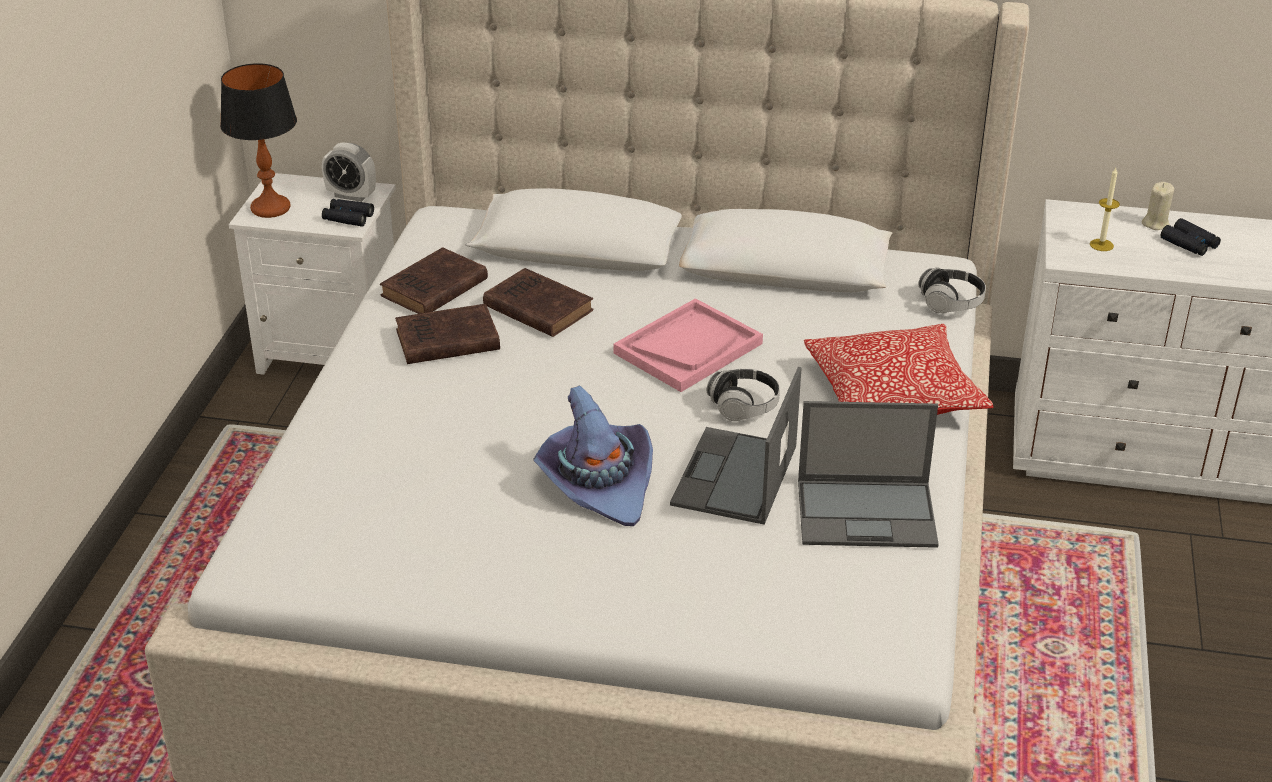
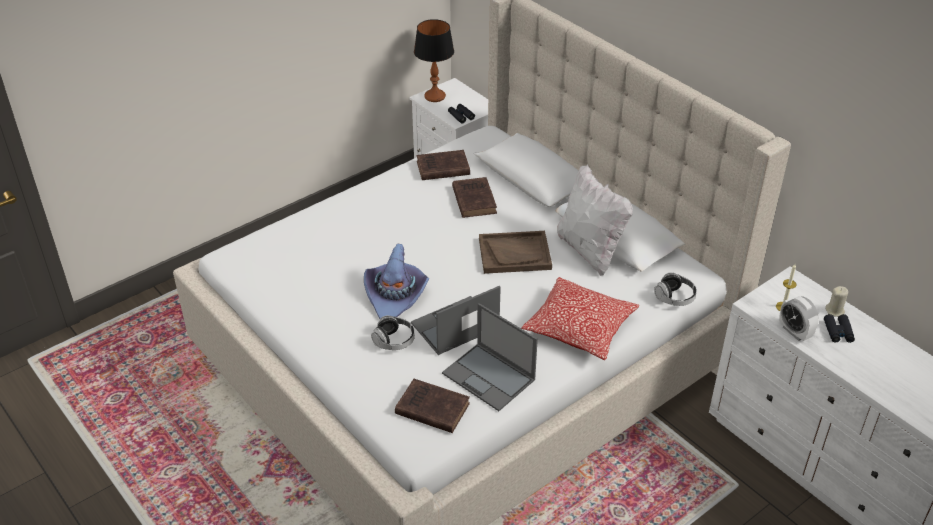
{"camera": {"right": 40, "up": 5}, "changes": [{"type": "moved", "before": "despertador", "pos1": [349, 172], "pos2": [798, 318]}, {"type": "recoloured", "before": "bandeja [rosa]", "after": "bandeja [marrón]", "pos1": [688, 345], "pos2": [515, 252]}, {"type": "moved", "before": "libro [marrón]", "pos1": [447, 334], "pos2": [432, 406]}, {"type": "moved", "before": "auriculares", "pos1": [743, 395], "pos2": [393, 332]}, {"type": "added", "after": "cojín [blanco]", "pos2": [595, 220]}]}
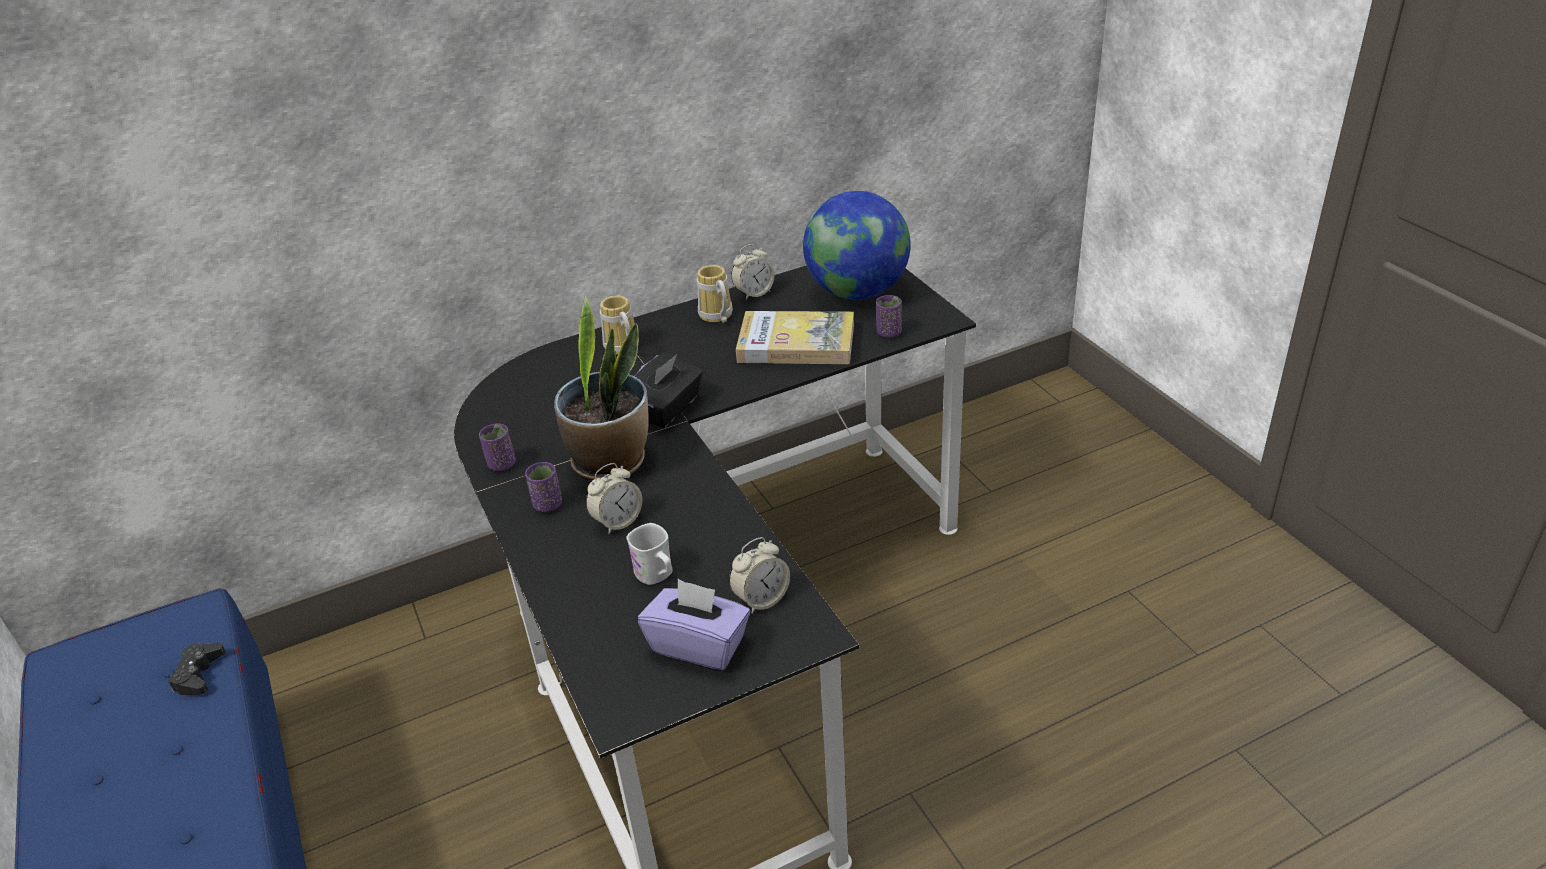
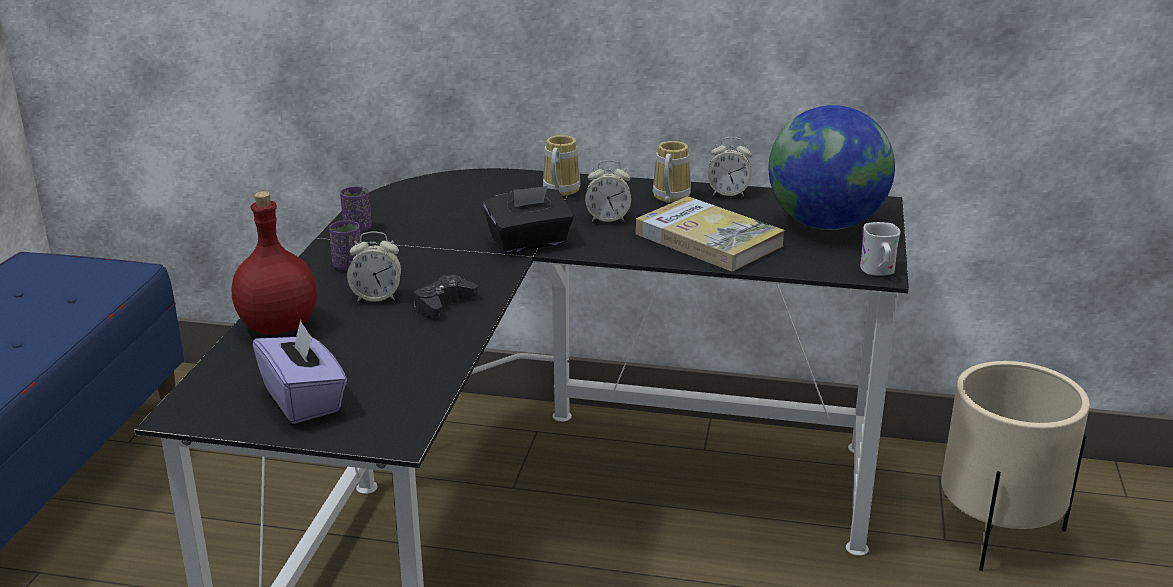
{"camera": {"right": 35, "up": -10}, "changes": [{"type": "removed", "before": "taza [morado]", "pos1": [889, 316]}, {"type": "removed", "before": "planta en maceta", "pos1": [601, 388]}, {"type": "moved", "before": "taza grande [blanco]", "pos1": [649, 554], "pos2": [880, 249]}, {"type": "moved", "before": "despertador", "pos1": [759, 575], "pos2": [608, 191]}, {"type": "moved", "before": "mando de consola [negro]", "pos1": [196, 669], "pos2": [446, 296]}, {"type": "added", "after": "botella [rojo]", "pos2": [274, 262]}, {"type": "added", "after": "maceta [beis]", "pos2": [1015, 466]}]}
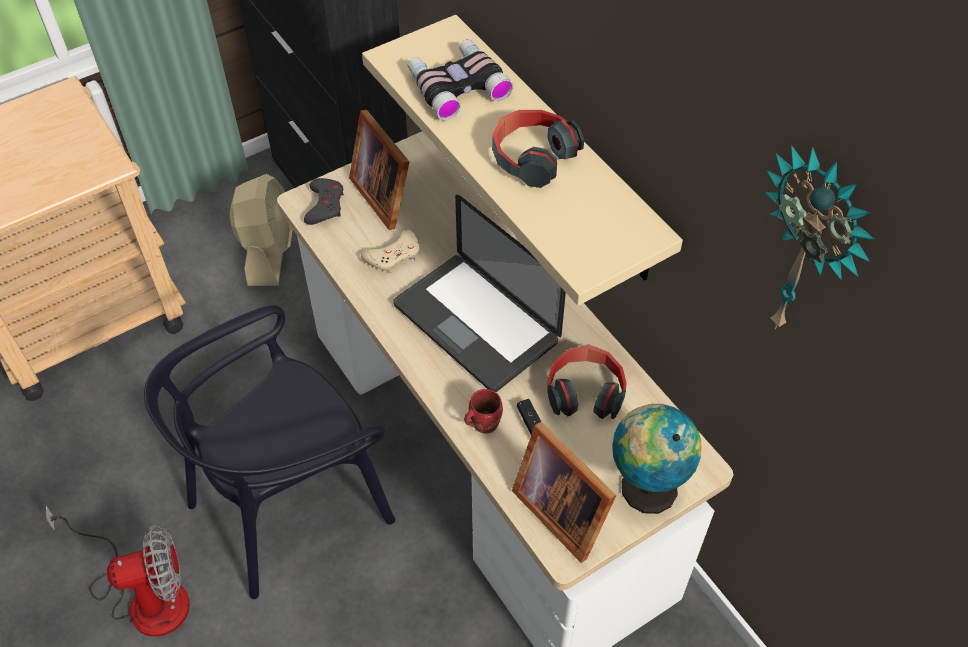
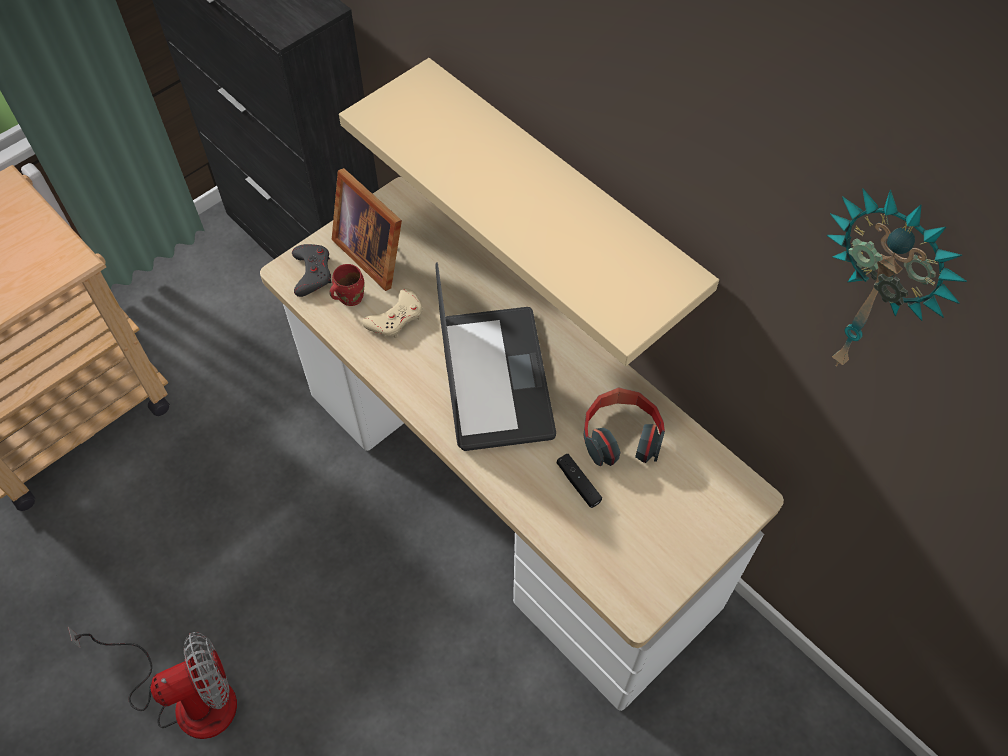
{"camera": {"right": -10, "up": 5}, "changes": [{"type": "removed", "before": "prismáticos", "pos1": [461, 80]}, {"type": "removed", "before": "auriculares", "pos1": [538, 149]}, {"type": "removed", "before": "ventilador [beis]", "pos1": [261, 230]}, {"type": "turned", "before": "portátil", "pos1": [479, 293], "pos2": [495, 356], "turn": -135}, {"type": "removed", "before": "silla [negro]", "pos1": [269, 452]}, {"type": "moved", "before": "taza grande [rojo]", "pos1": [483, 411], "pos2": [346, 285]}, {"type": "removed", "before": "globo terráqueo", "pos1": [657, 459]}, {"type": "removed", "before": "portarretratos", "pos1": [564, 492]}]}
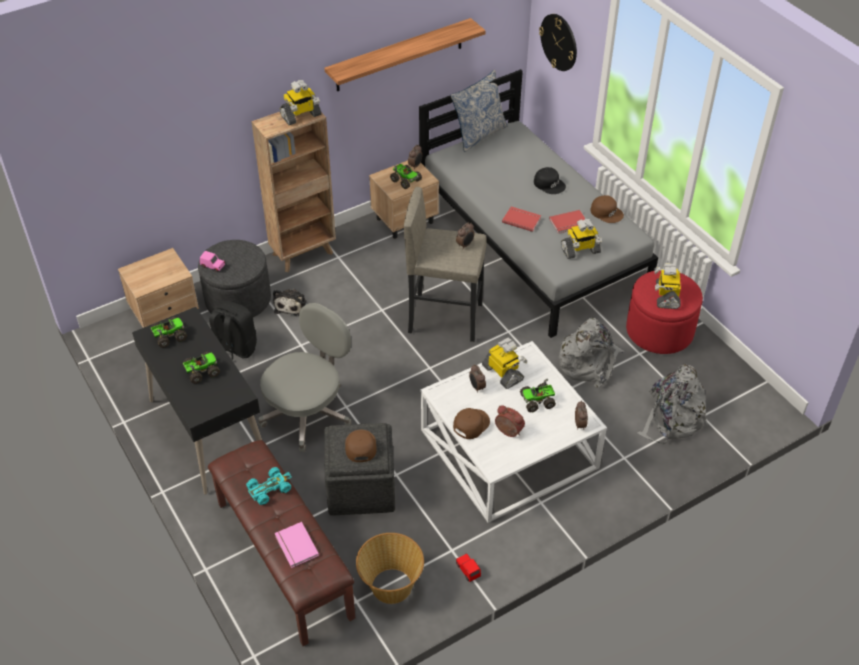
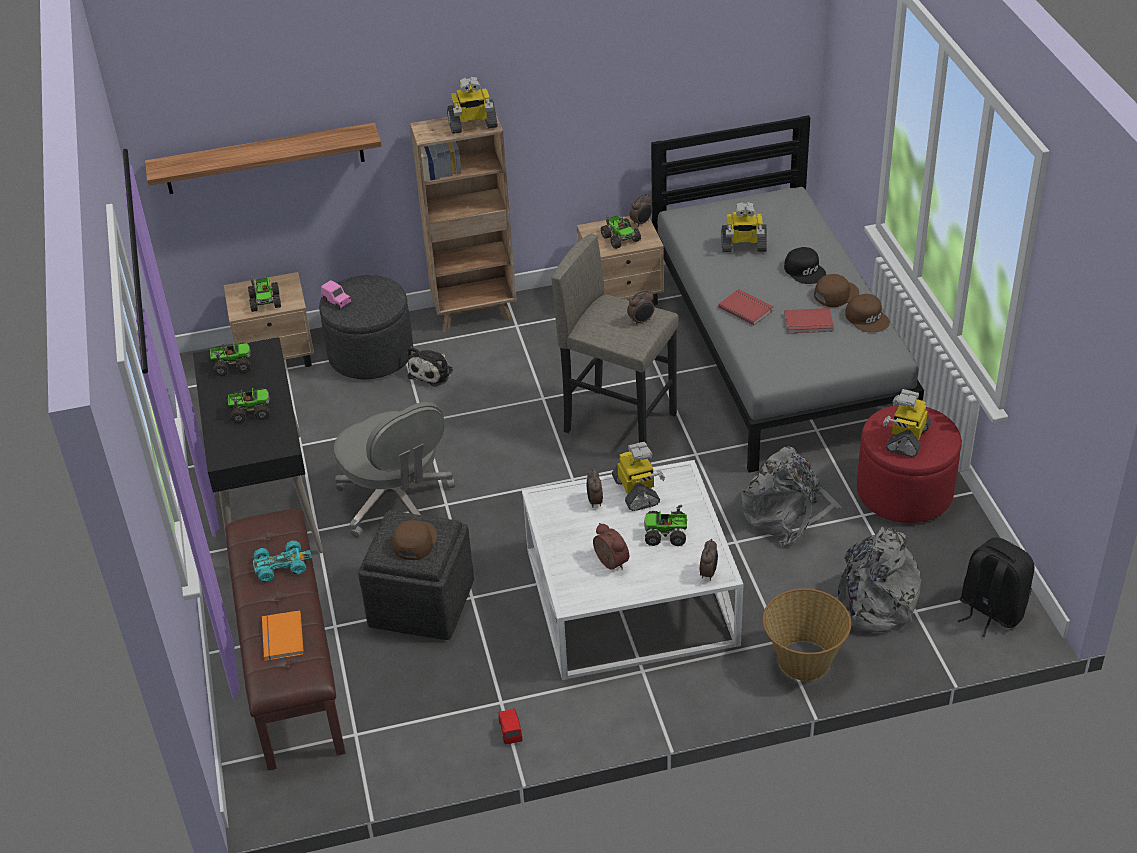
{"camera": {"right": 20, "up": -5}, "changes": [{"type": "removed", "before": "reloj de pared", "pos1": [558, 42]}, {"type": "moved", "before": "estante", "pos1": [405, 54], "pos2": [263, 158]}, {"type": "removed", "before": "cojín", "pos1": [479, 111]}, {"type": "moved", "before": "robot de juguete", "pos1": [581, 239], "pos2": [744, 227]}, {"type": "moved", "before": "mochila [negro]", "pos1": [233, 331], "pos2": [996, 587]}, {"type": "turned", "before": "silla de oficina [gris]", "pos1": [304, 377], "pos2": [394, 470], "turn": 90}, {"type": "moved", "before": "gorra [marrón]", "pos1": [471, 423], "pos2": [836, 290]}, {"type": "recoloured", "before": "libro [rosa]", "after": "libro [naranja]", "pos1": [297, 545], "pos2": [283, 635]}, {"type": "moved", "before": "cesta", "pos1": [390, 568], "pos2": [807, 634]}, {"type": "added", "after": "camión de juguete", "pos2": [264, 293]}]}
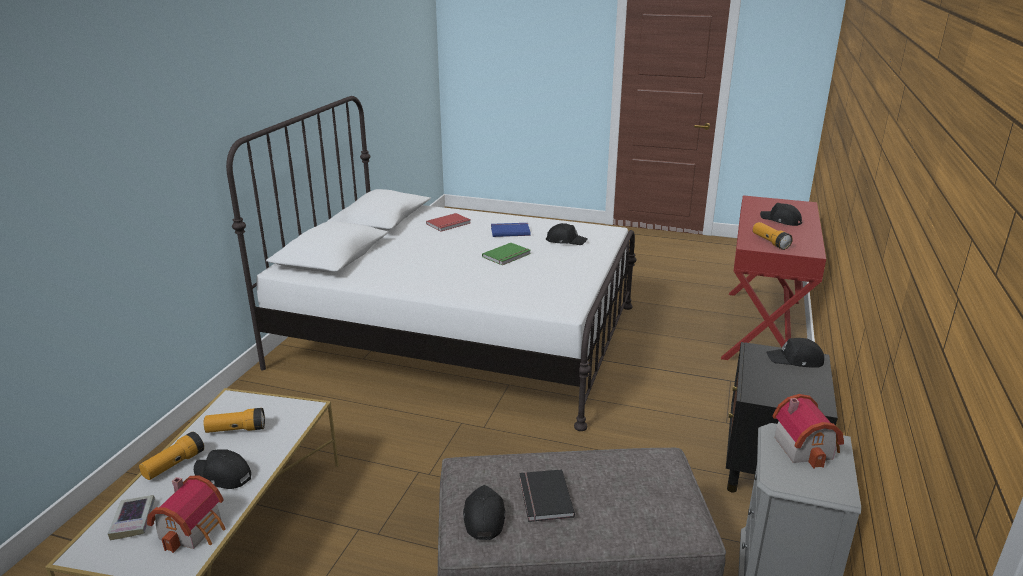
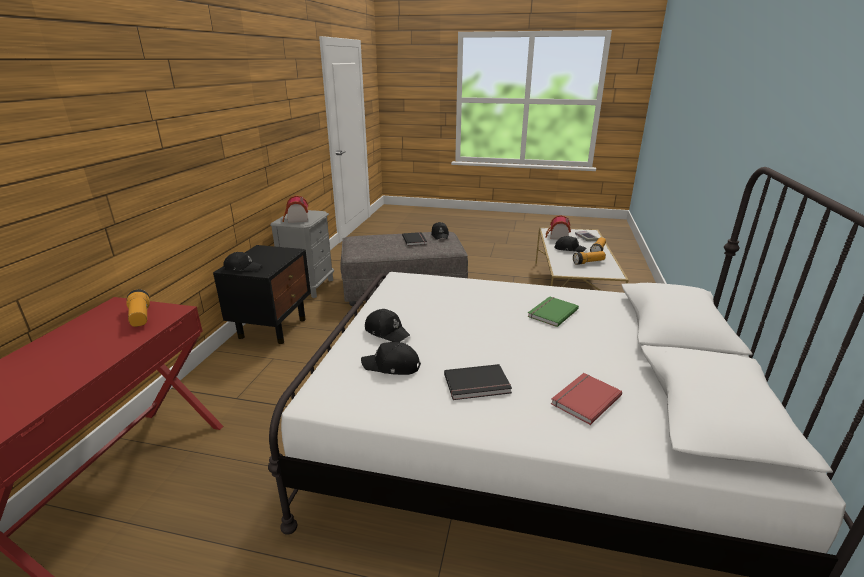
{"camera": {"right": 175, "up": 0}, "changes": [{"type": "moved", "before": "gorra [negro]", "pos1": [781, 214], "pos2": [387, 325]}, {"type": "recoloured", "before": "libro [azul]", "after": "libro [negro]", "pos1": [511, 230], "pos2": [478, 382]}, {"type": "moved", "before": "libro [verde]", "pos1": [506, 254], "pos2": [553, 311]}]}
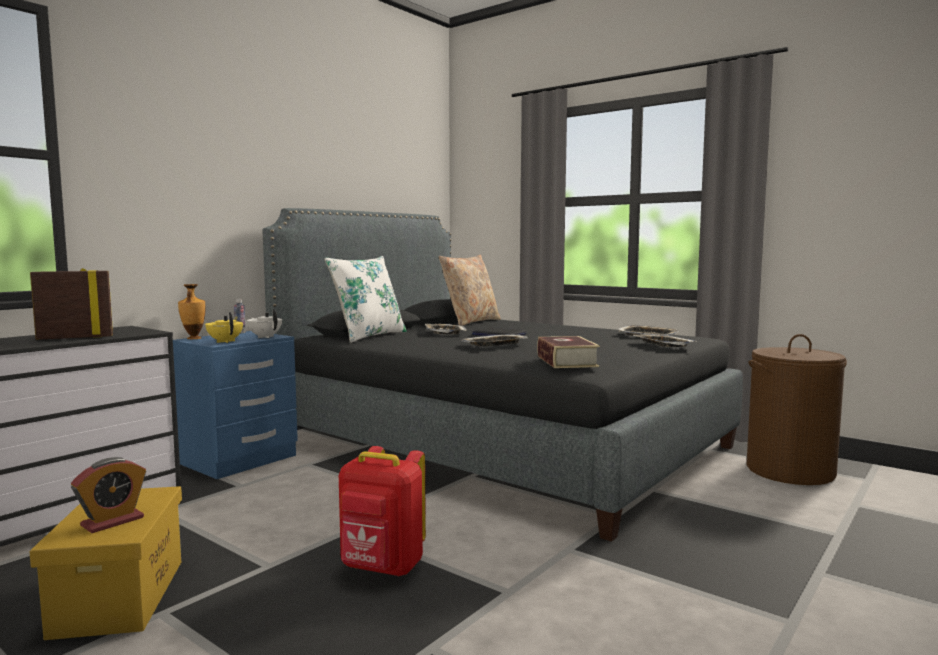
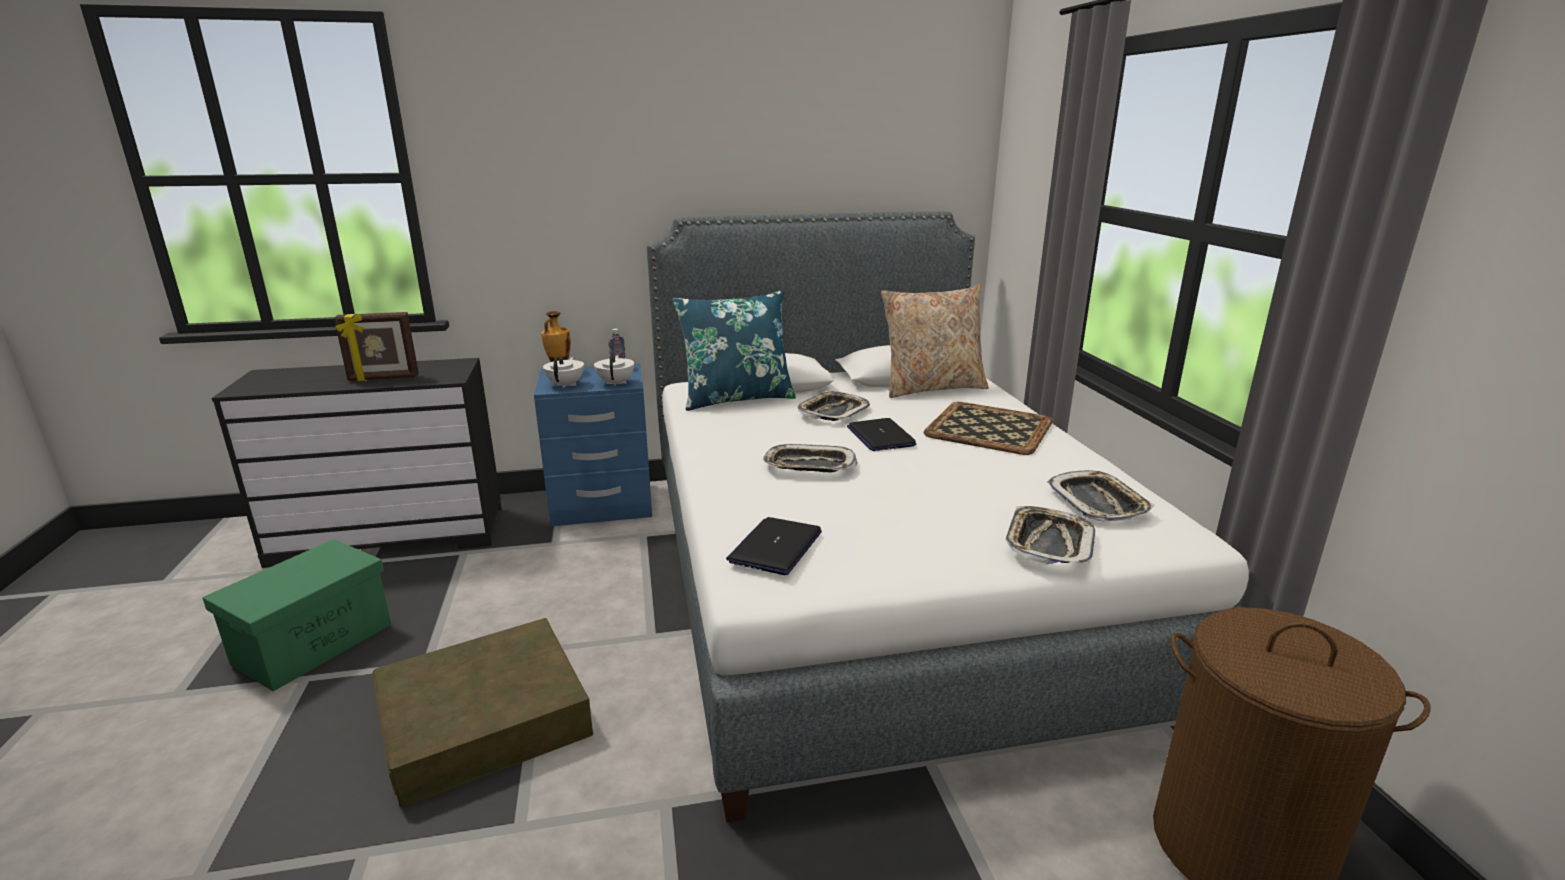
{"camera": {"right": 40, "up": 15}, "changes": [{"type": "recoloured", "before": "cama [negro]", "after": "cama [blanco]", "pos1": [503, 375], "pos2": [948, 516]}, {"type": "recoloured", "before": "cojín [blanco]", "after": "cojín [azul]", "pos1": [366, 299], "pos2": [734, 350]}, {"type": "turned", "before": "portarretratos", "pos1": [71, 304], "pos2": [376, 346], "turn": 150}, {"type": "recoloured", "before": "tetera [amarillo]", "after": "tetera [blanco]", "pos1": [224, 327], "pos2": [563, 372]}, {"type": "replaced", "before": "libro", "after": "portátil", "pos1": [568, 352], "pos2": [774, 546]}, {"type": "replaced", "before": "mochila [rojo]", "after": "caja de almacenaje [marrón]", "pos1": [382, 511], "pos2": [482, 713]}, {"type": "removed", "before": "despertador", "pos1": [108, 495]}, {"type": "recoloured", "before": "caja de almacenaje [amarillo]", "after": "caja de almacenaje [verde]", "pos1": [105, 563], "pos2": [297, 615]}, {"type": "added", "after": "bandeja", "pos2": [988, 428]}]}
